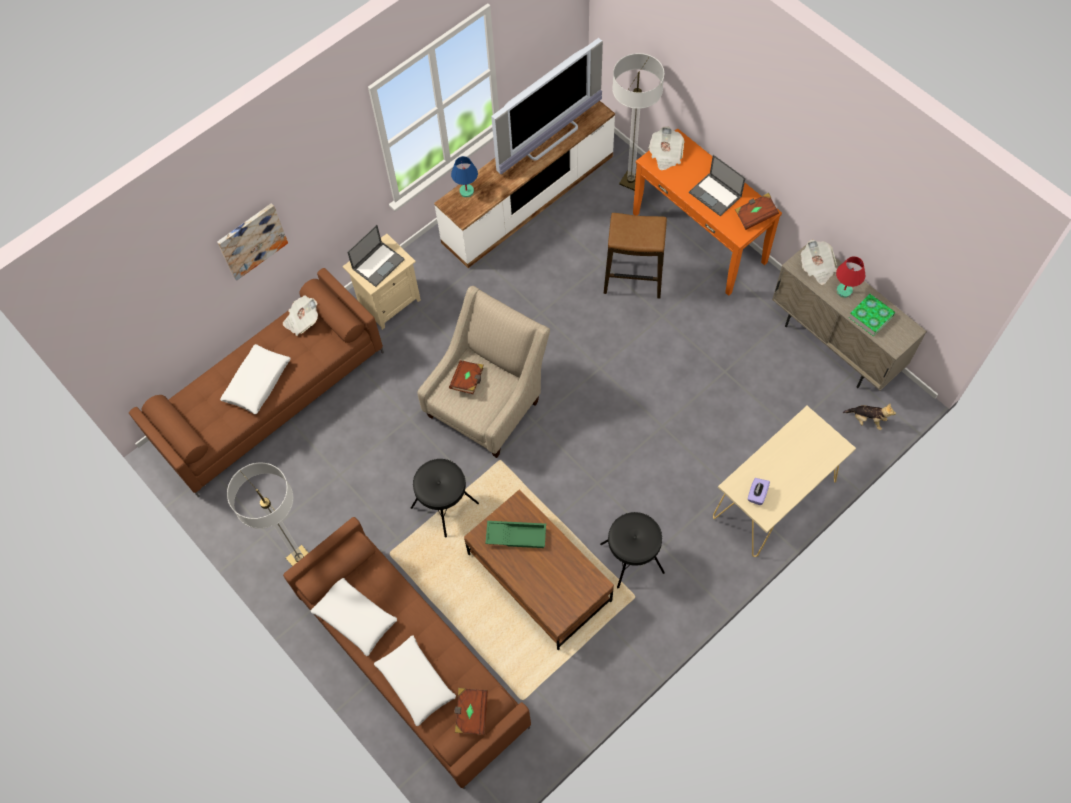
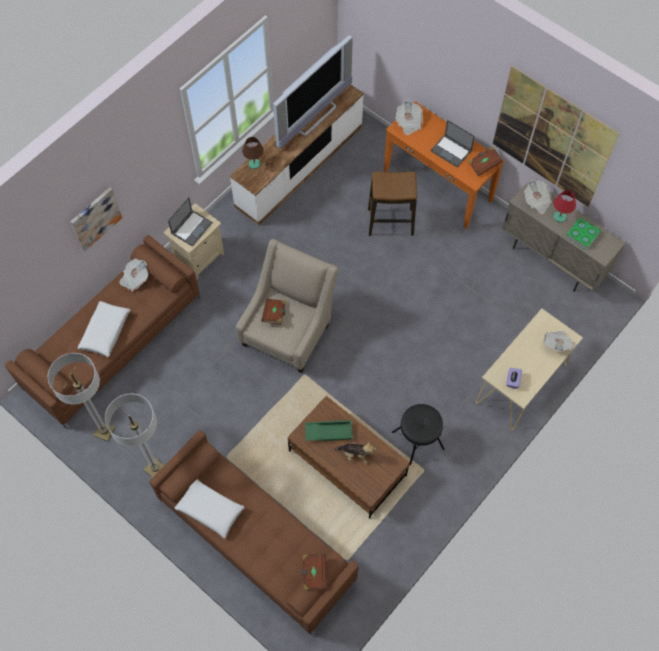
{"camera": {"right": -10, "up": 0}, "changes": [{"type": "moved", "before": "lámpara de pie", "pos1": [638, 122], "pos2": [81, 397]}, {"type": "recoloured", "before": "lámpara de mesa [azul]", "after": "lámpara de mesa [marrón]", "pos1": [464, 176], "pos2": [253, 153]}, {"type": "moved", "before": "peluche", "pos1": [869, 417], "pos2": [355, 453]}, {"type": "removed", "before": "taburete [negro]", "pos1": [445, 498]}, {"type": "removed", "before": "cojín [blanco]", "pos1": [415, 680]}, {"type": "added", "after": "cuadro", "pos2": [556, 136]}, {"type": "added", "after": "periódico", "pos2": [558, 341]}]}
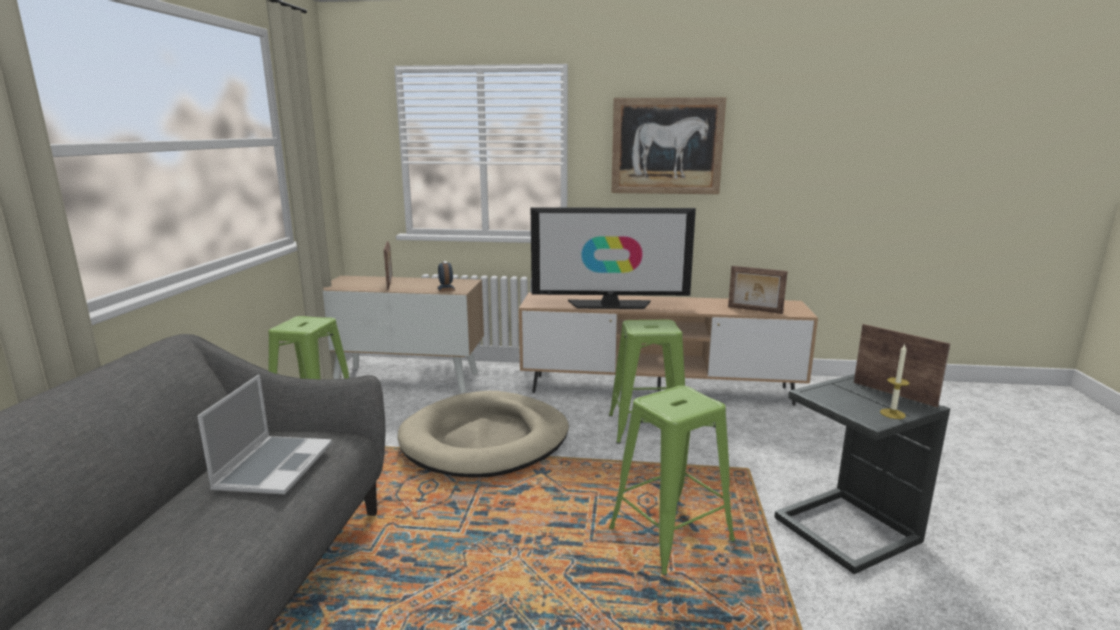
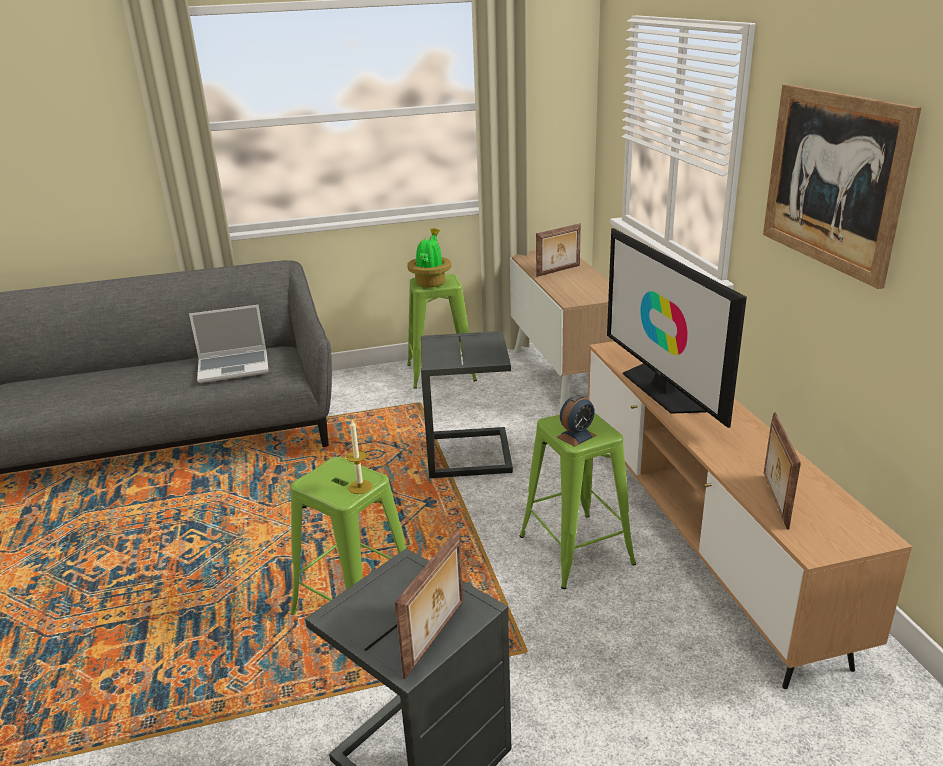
{"camera": {"right": 70, "up": 10}, "changes": [{"type": "moved", "before": "despertador", "pos1": [446, 276], "pos2": [577, 421]}, {"type": "moved", "before": "vela", "pos1": [895, 381], "pos2": [359, 457]}, {"type": "replaced", "before": "cama para perro [beis]", "after": "mesa auxiliar [gris]", "pos1": [483, 434], "pos2": [467, 404]}, {"type": "added", "after": "planta en maceta", "pos2": [429, 258]}]}
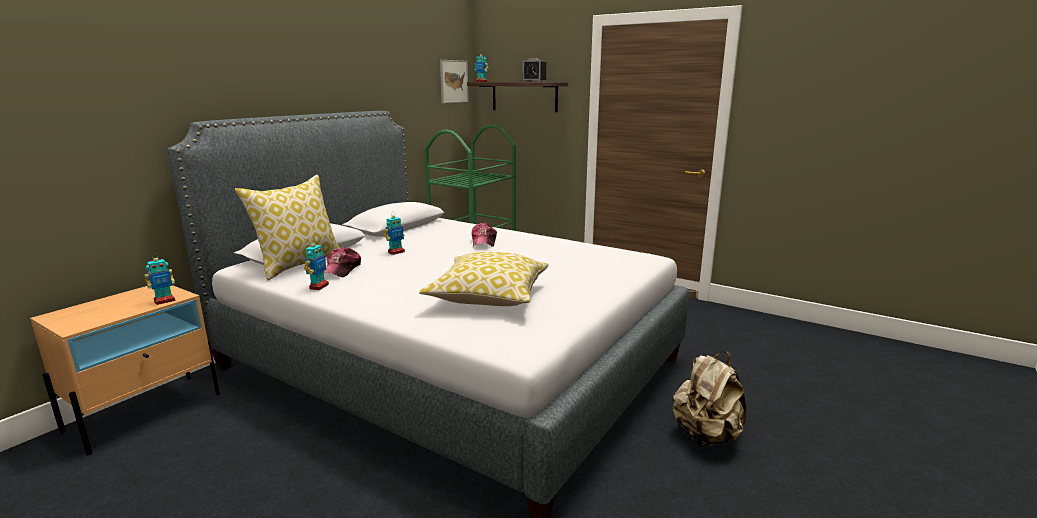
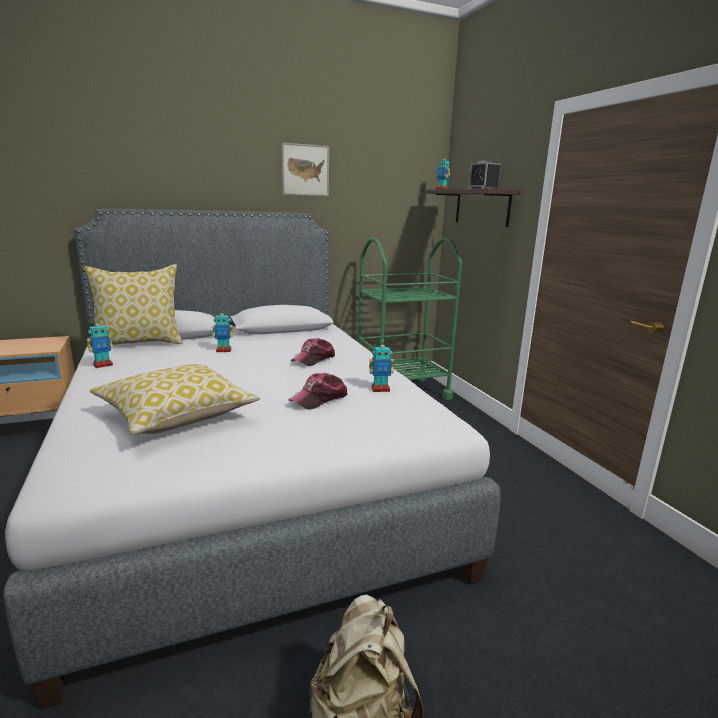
{"camera": {"right": 35, "up": 0}, "changes": [{"type": "moved", "before": "cuadro", "pos1": [454, 81], "pos2": [305, 169]}, {"type": "moved", "before": "gorra", "pos1": [342, 262], "pos2": [318, 391]}, {"type": "moved", "before": "robot de juguete", "pos1": [159, 279], "pos2": [381, 366]}]}
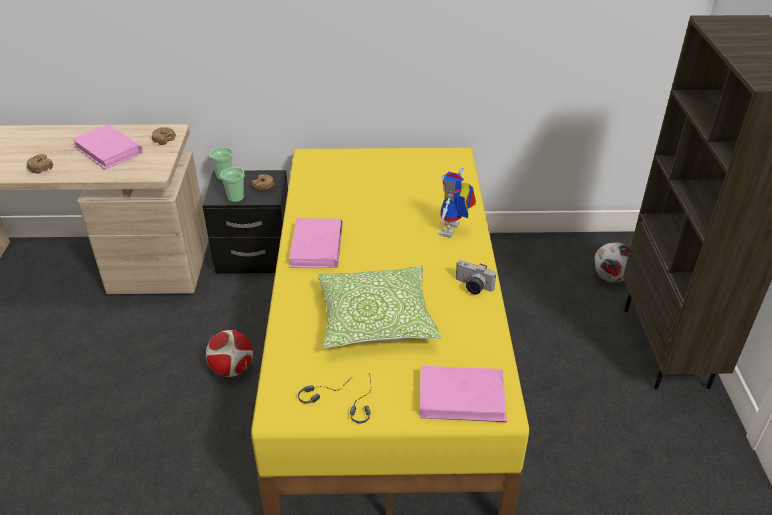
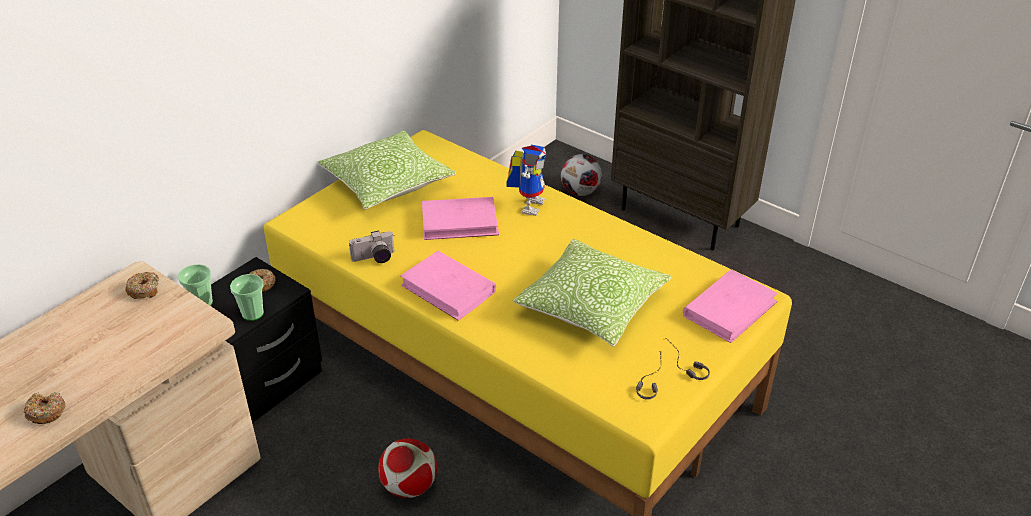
{"camera": {"right": -50, "up": 0}, "changes": [{"type": "moved", "before": "libro [rosa]", "pos1": [107, 147], "pos2": [460, 218]}, {"type": "turned", "before": "robot de juguete", "pos1": [457, 202], "pos2": [526, 180], "turn": -135}, {"type": "moved", "before": "cámara", "pos1": [476, 277], "pos2": [371, 246]}, {"type": "added", "after": "cojín", "pos2": [387, 170]}]}
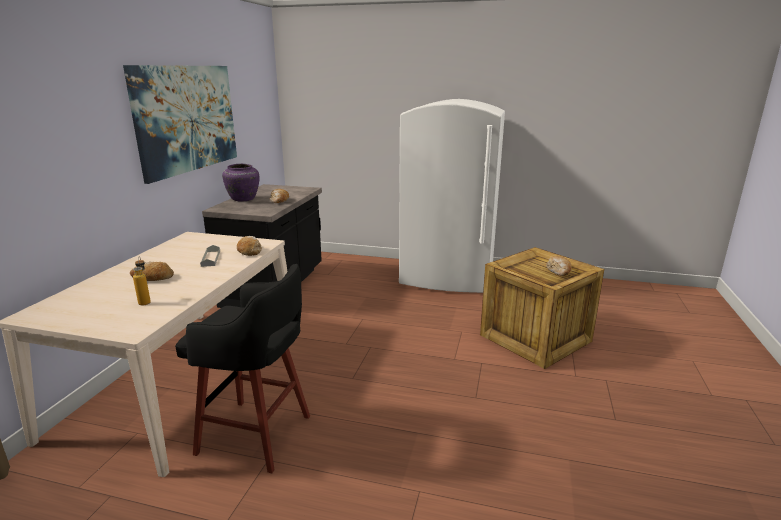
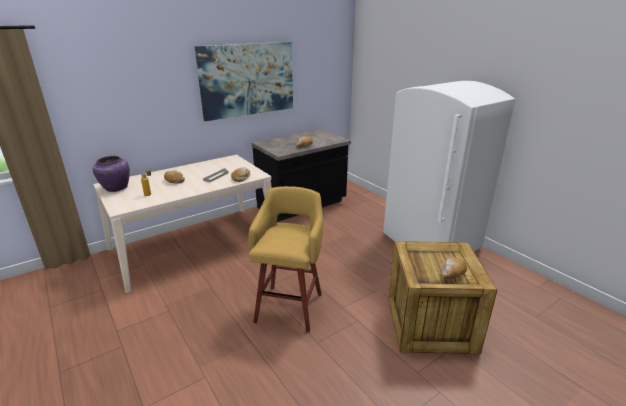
{"camera": {"right": 40, "up": 5}, "changes": [{"type": "moved", "before": "florero [morado]", "pos1": [241, 183], "pos2": [111, 174]}, {"type": "removed", "before": "taburete [negro]", "pos1": [242, 368]}, {"type": "added", "after": "taburete [amarillo]", "pos2": [285, 259]}]}
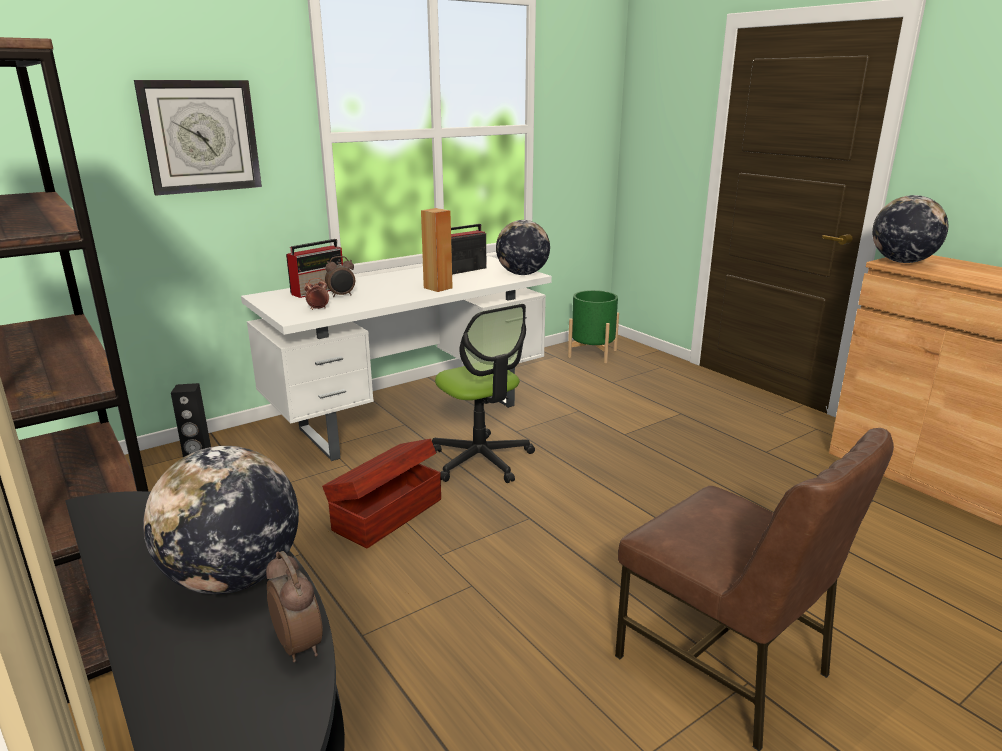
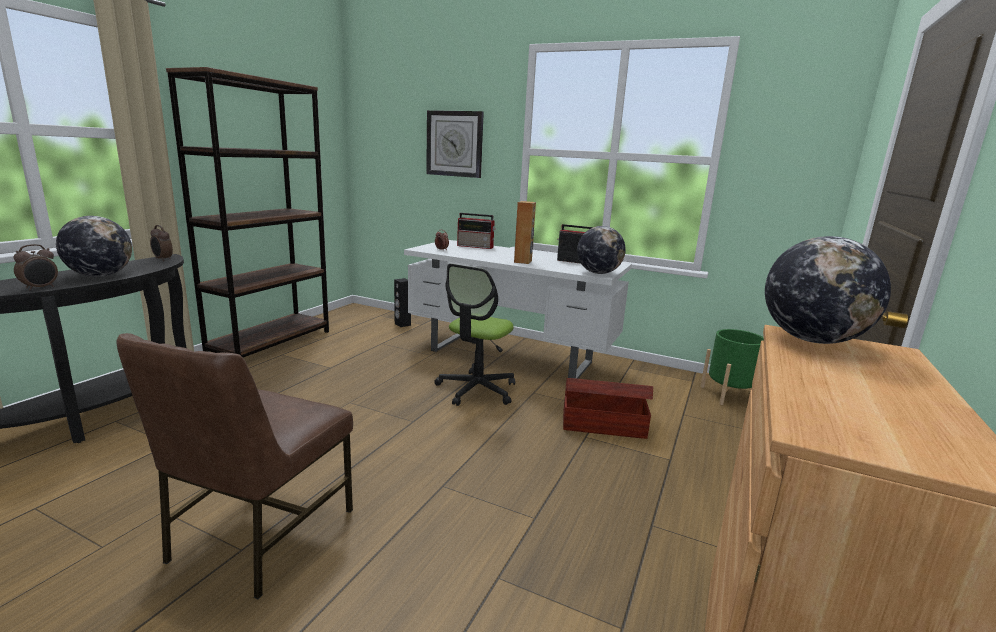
{"camera": {"right": 60, "up": -5}, "changes": [{"type": "moved", "before": "despertador", "pos1": [340, 276], "pos2": [161, 243]}, {"type": "moved", "before": "caja de almacenaje [marrón]", "pos1": [381, 493], "pos2": [608, 408]}]}
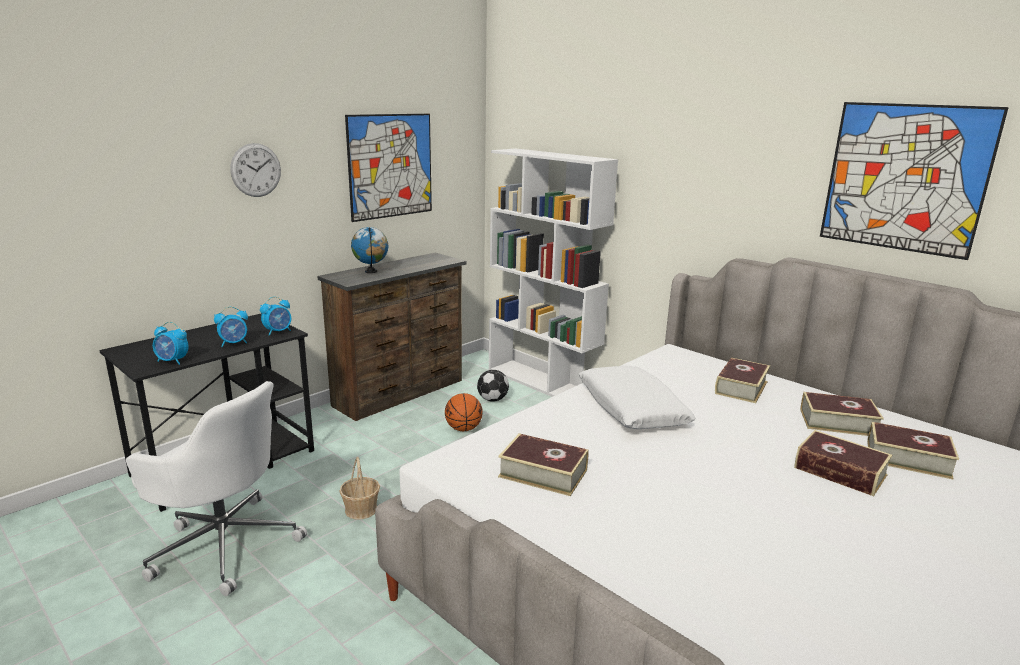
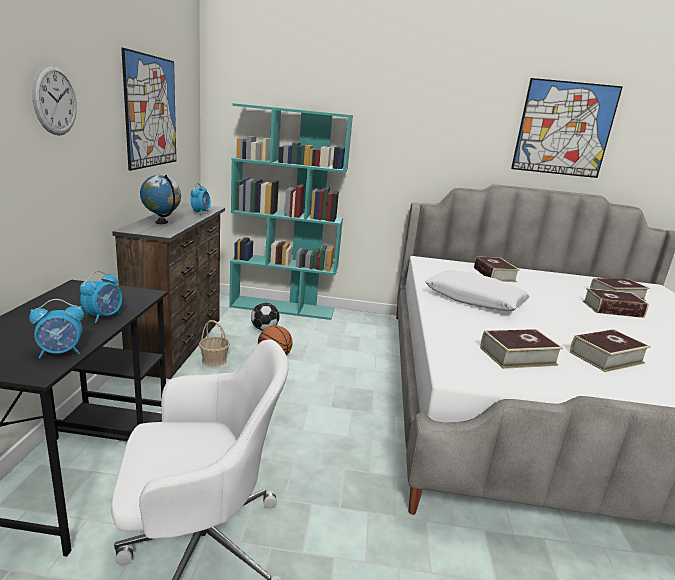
{"camera": {"right": -40, "up": 0}, "changes": [{"type": "recoloured", "before": "estantería [blanco]", "after": "estantería [turquesa]", "pos1": [553, 273], "pos2": [291, 211]}, {"type": "moved", "before": "despertador", "pos1": [275, 316], "pos2": [200, 199]}, {"type": "moved", "before": "libro", "pos1": [842, 414], "pos2": [610, 350]}, {"type": "moved", "before": "cesta", "pos1": [359, 488], "pos2": [214, 343]}]}
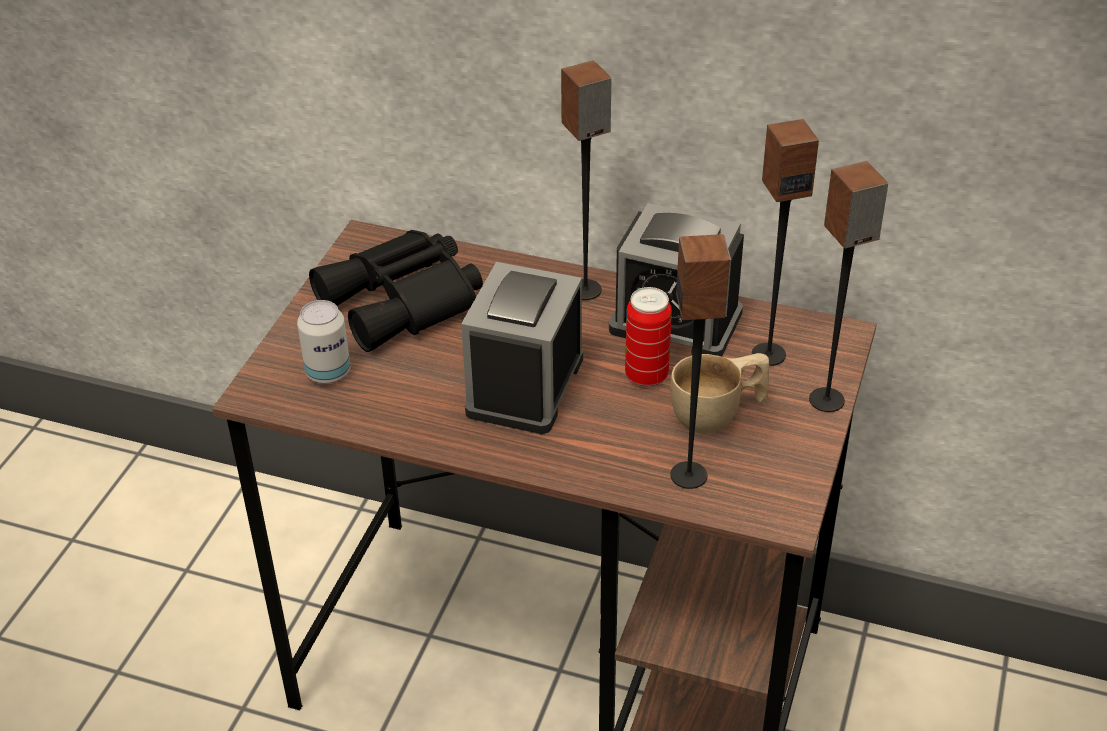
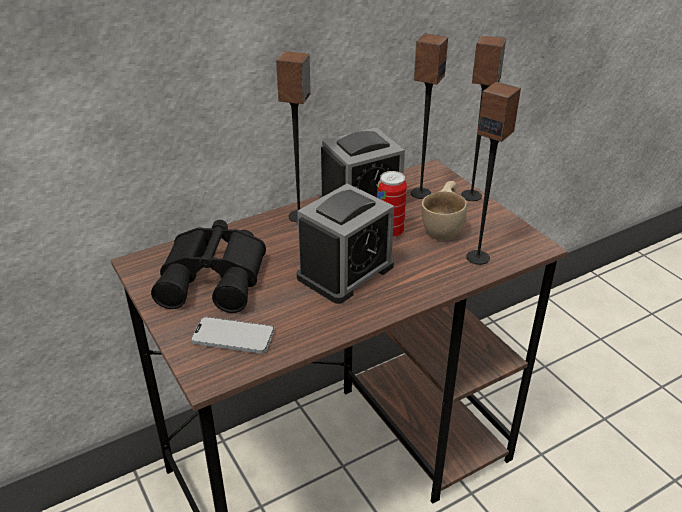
{"camera": {"right": -50, "up": -5}, "changes": [{"type": "turned", "before": "despertador", "pos1": [522, 348], "pos2": [345, 243], "turn": -105}, {"type": "replaced", "before": "lata", "after": "móvil", "pos1": [323, 341], "pos2": [232, 335]}]}
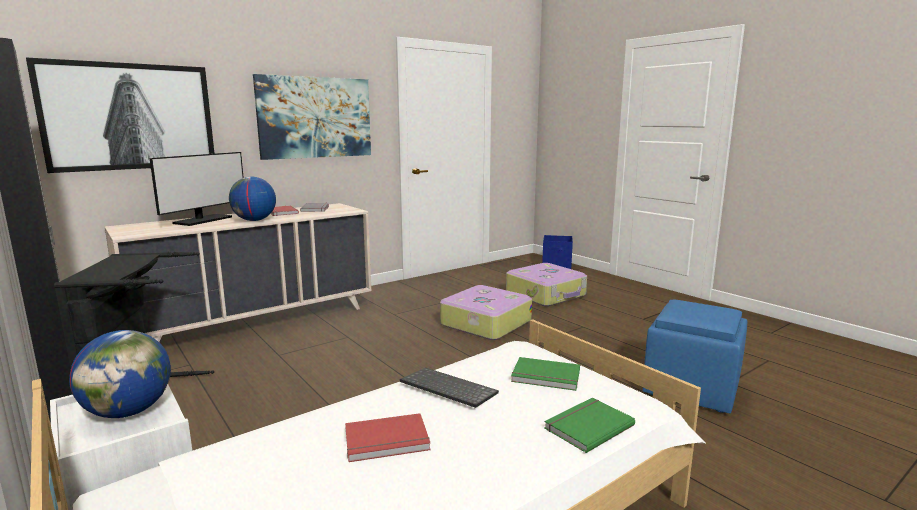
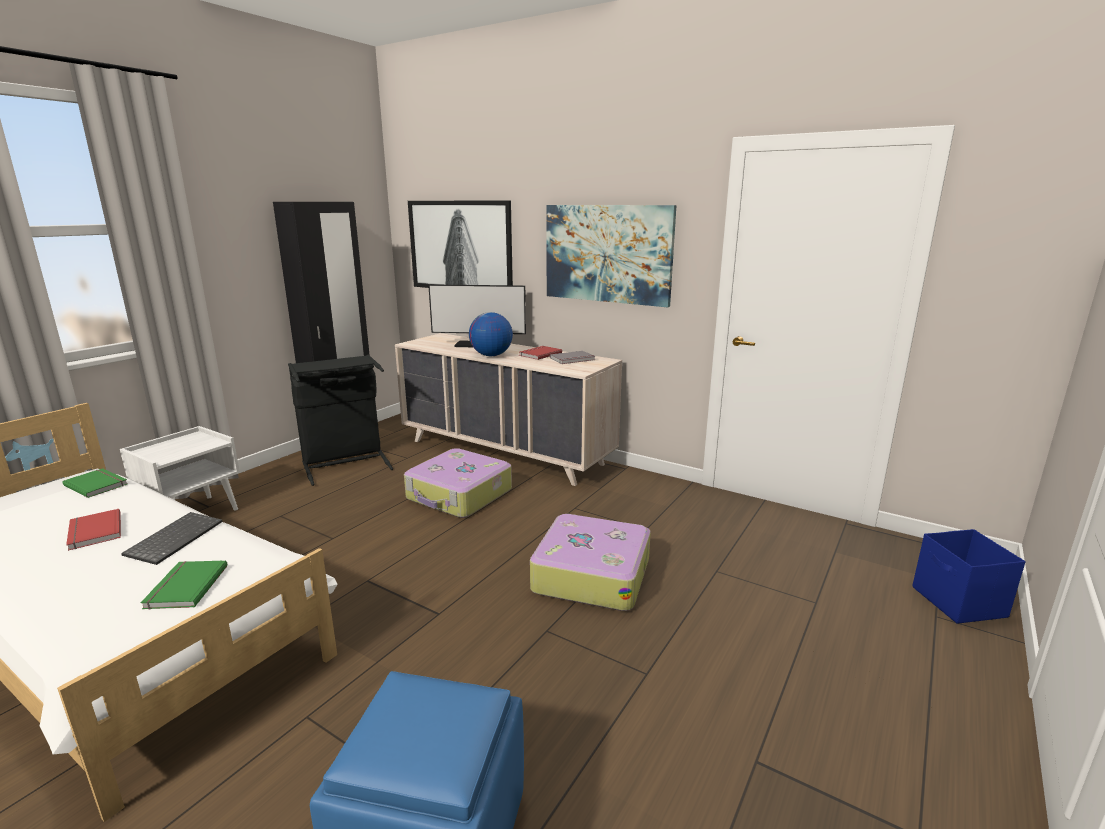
{"camera": {"right": 70, "up": 5}, "changes": [{"type": "moved", "before": "maleta", "pos1": [546, 285], "pos2": [458, 483]}, {"type": "removed", "before": "globo terráqueo", "pos1": [120, 374]}, {"type": "moved", "before": "libro [verde]", "pos1": [589, 425], "pos2": [94, 483]}]}
